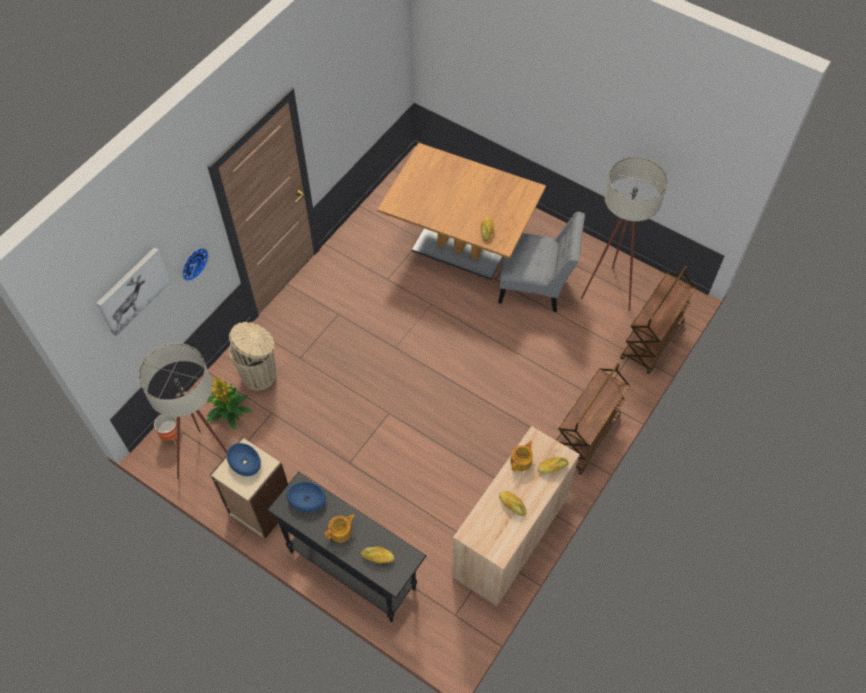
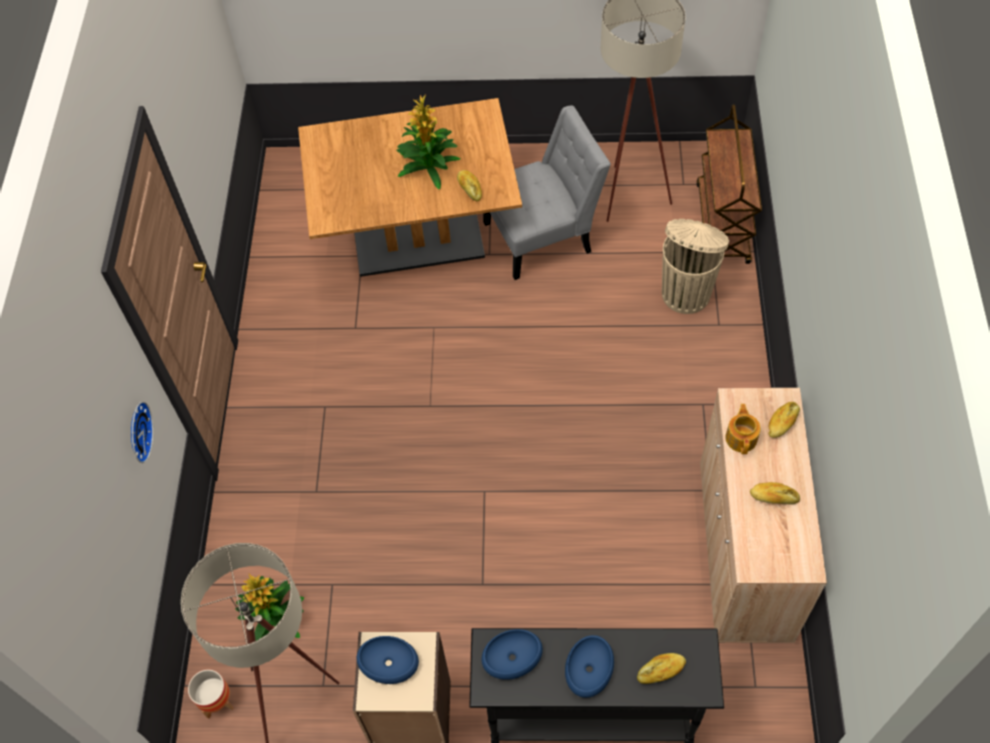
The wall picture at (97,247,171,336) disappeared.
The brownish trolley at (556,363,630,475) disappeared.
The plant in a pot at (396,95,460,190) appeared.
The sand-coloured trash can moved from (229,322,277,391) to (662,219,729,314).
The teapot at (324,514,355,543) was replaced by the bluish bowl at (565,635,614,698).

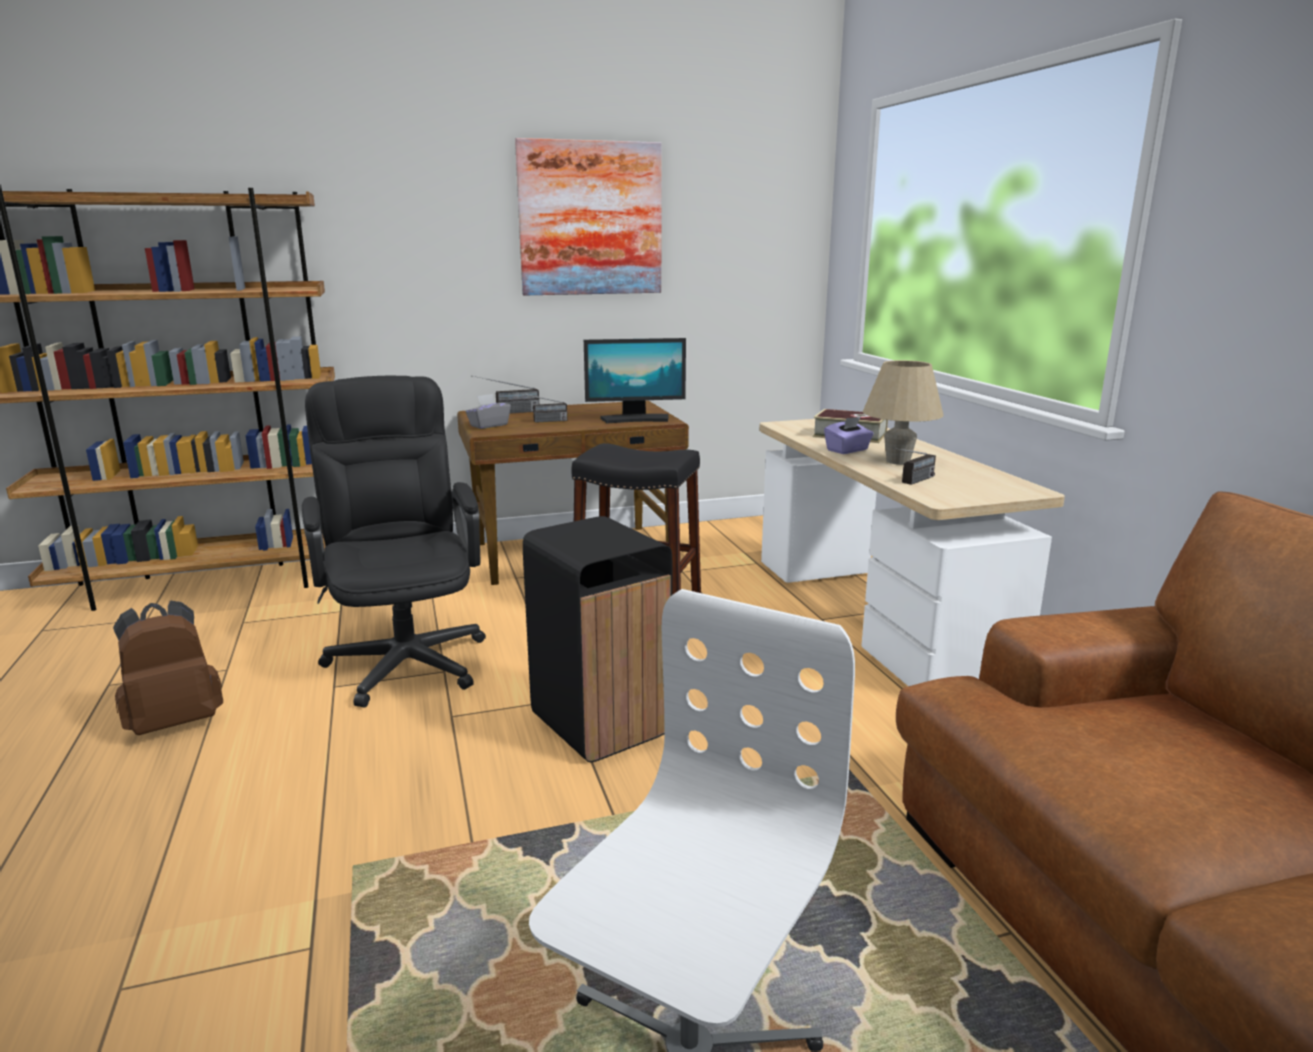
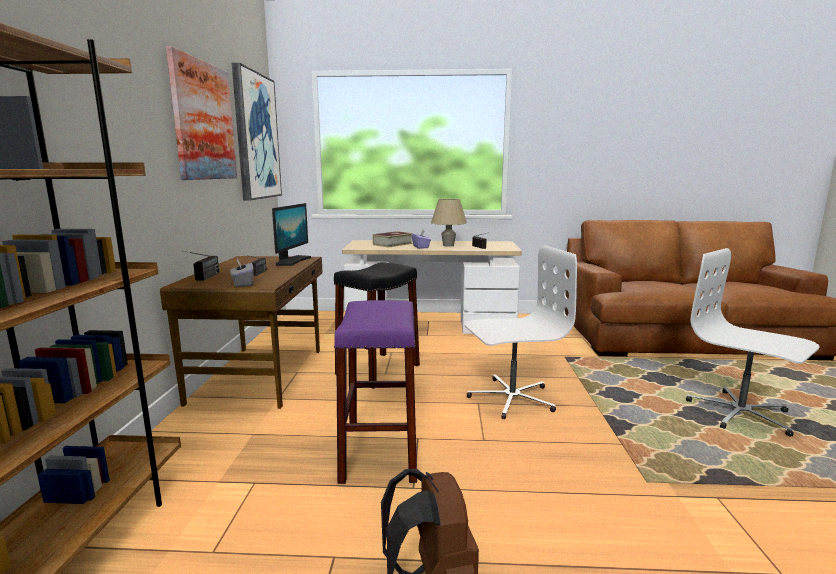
The wall picture at (232,63,282,200) appeared.
The black office chair at (302,376,486,708) was replaced by the purple stool seat at (334,300,417,484).
The black trash can at (523,516,672,762) was replaced by the white office chair at (465,245,577,419).

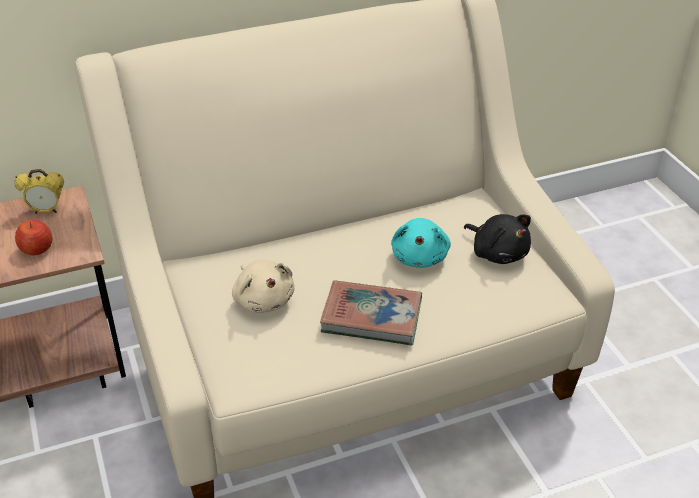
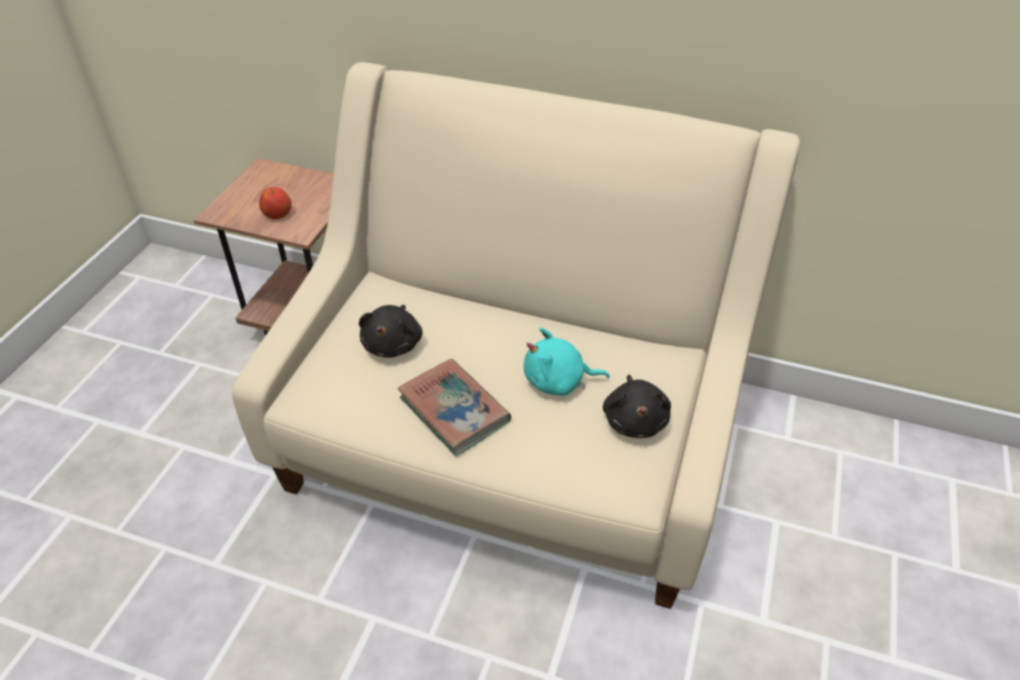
The bedside clock at (14,169,64,214) disappeared.
The sand-coloured soft toy at (232,260,295,313) became the black soft toy at (359,305,423,357).
The turquoise soft toy at (391,218,451,268) turned 45 degrees clockwise.

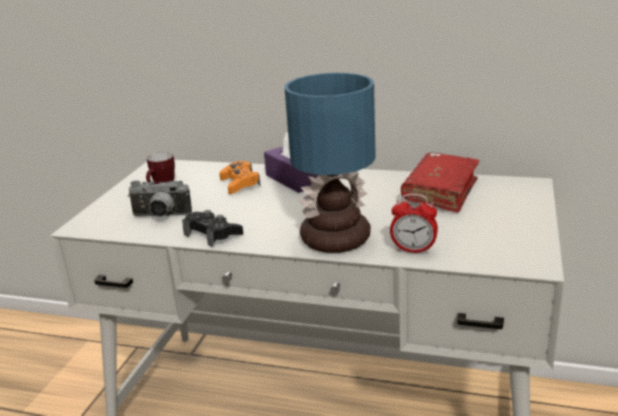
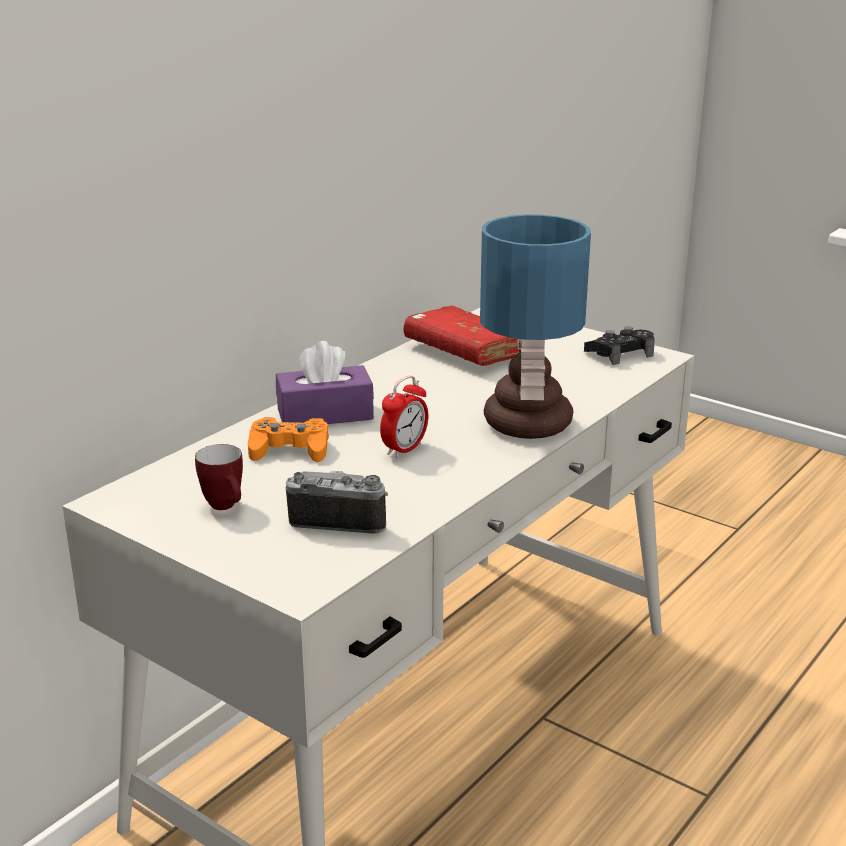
The black joypad moved from (182,210,243,247) to (584,326,655,365).
The bedside clock moved from (390,194,438,254) to (380,376,428,458).
The photo camera at (128,181,192,217) turned 105 degrees counterclockwise.

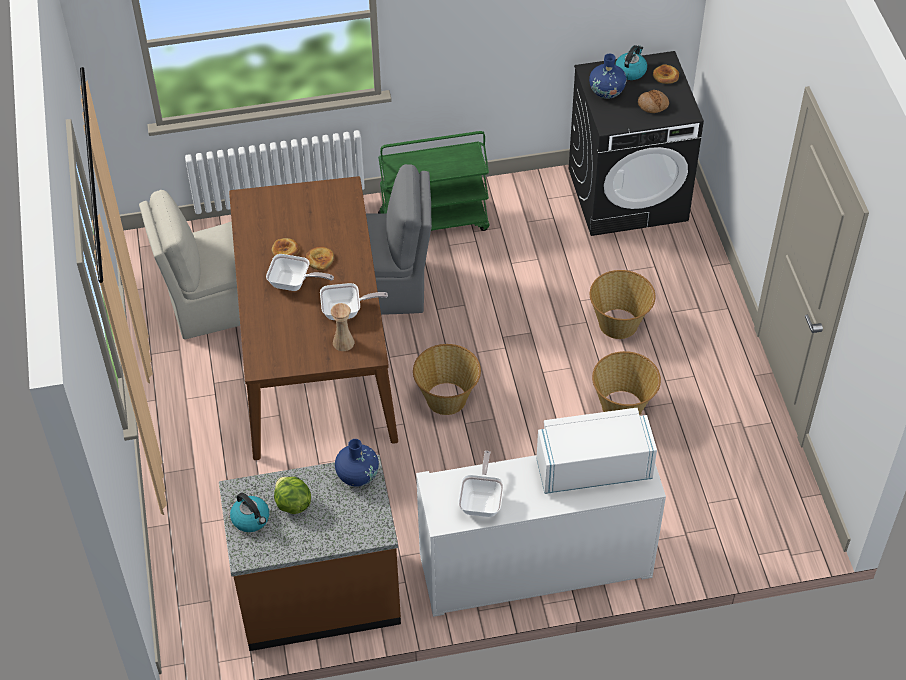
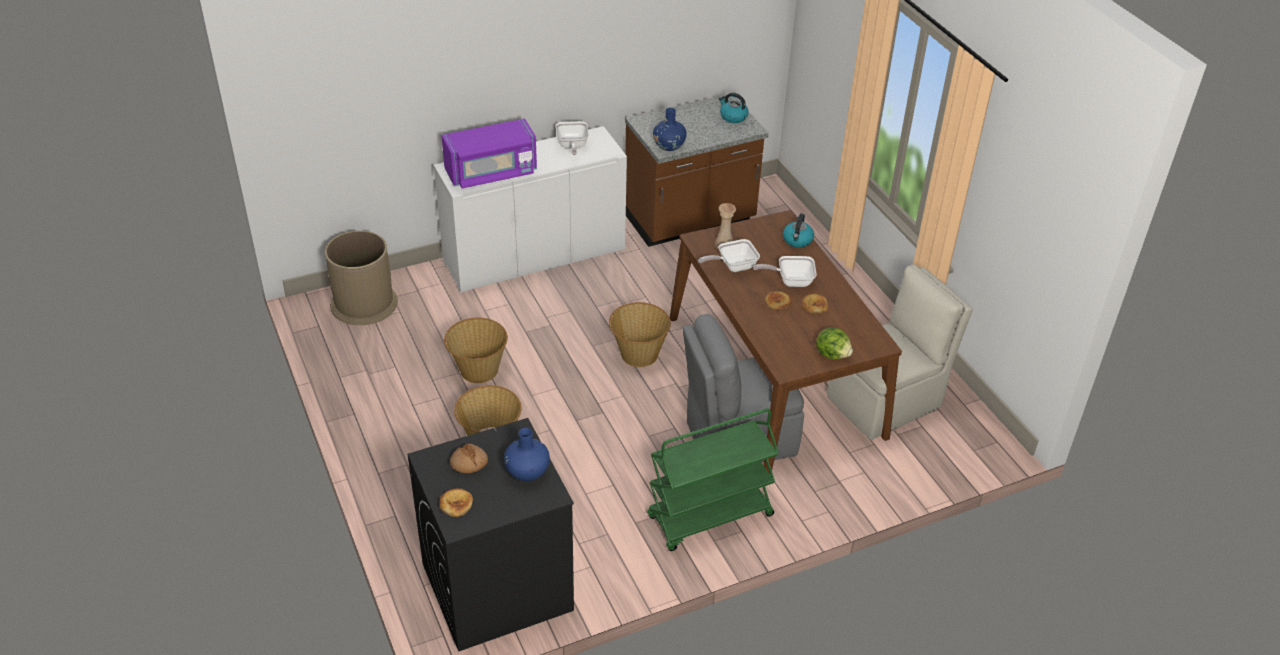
The brownish trash can at (325,230,398,325) appeared.
The lettuce moved from (274,477,311,514) to (816,328,853,359).
The tea kettle moved from (615,45,647,80) to (783,213,814,248).
The white microwave oven at (536,408,657,494) became the purple microwave oven at (441,118,537,188).

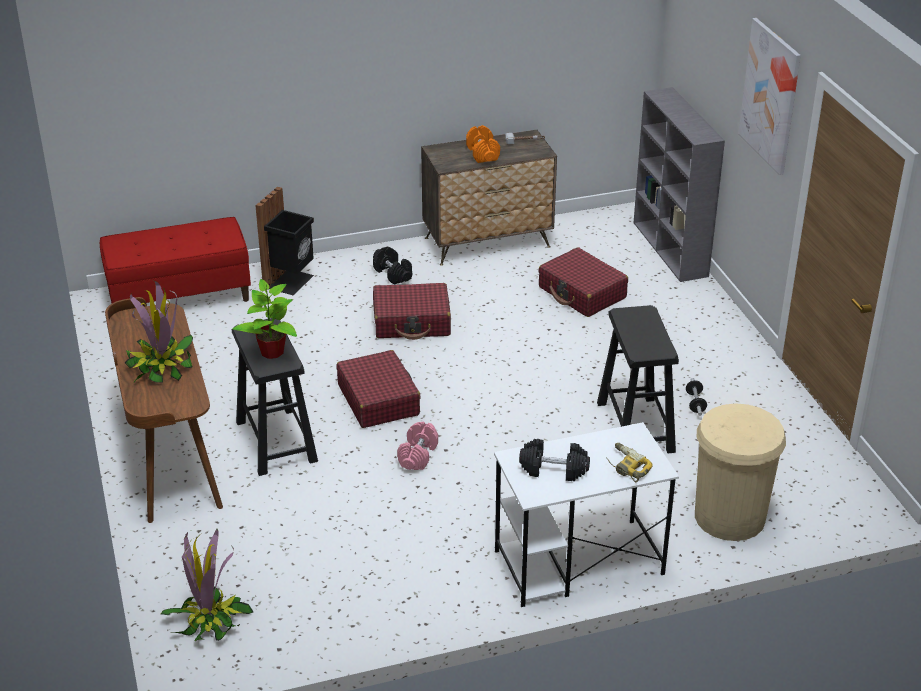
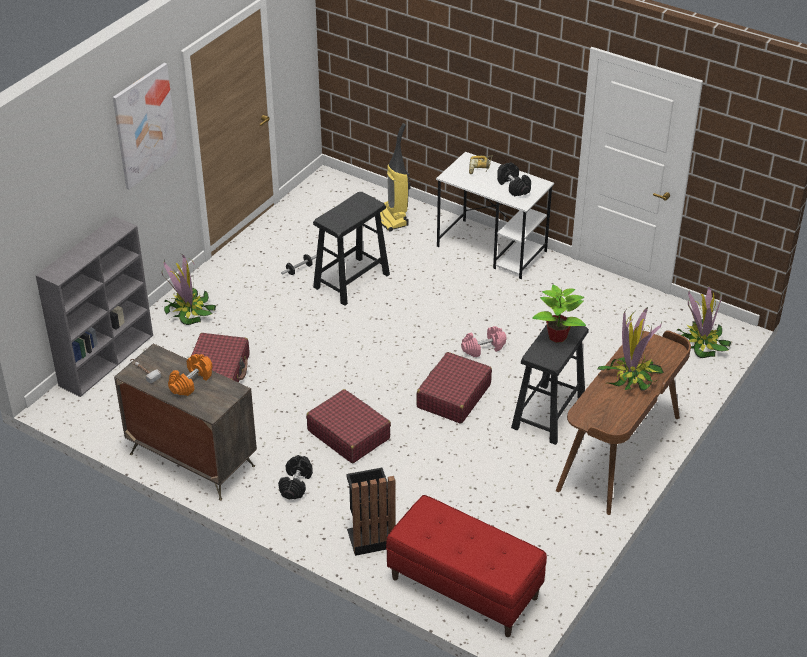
The plant in a pot at (161,253,216,325) appeared.
The sand-coloured trash can at (695,403,786,541) was replaced by the hoover at (380,123,410,231).

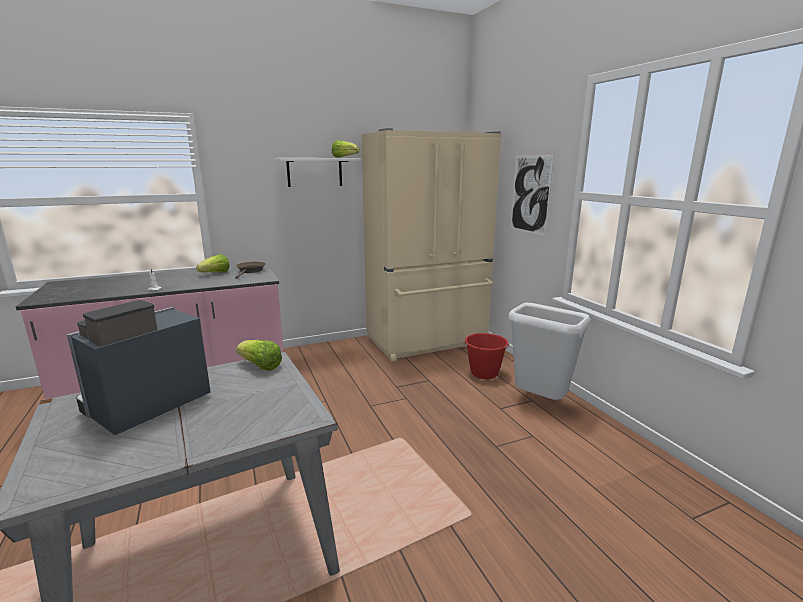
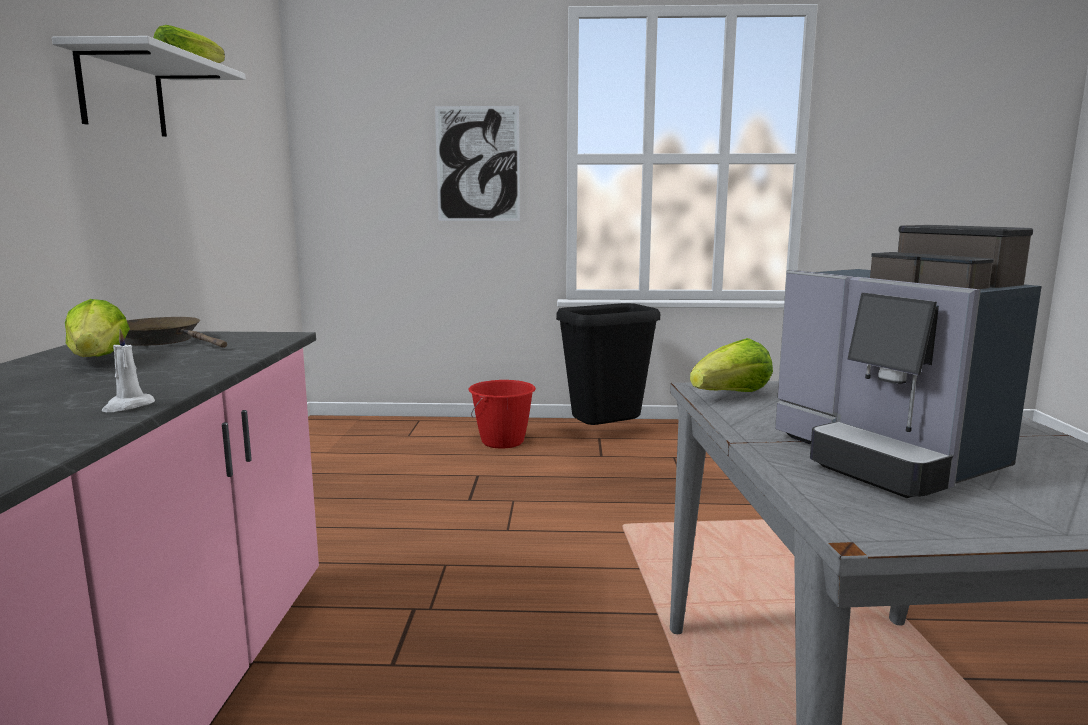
The sand-coloured kitchen fridge at (362,128,501,362) disappeared.
The white trash can at (508,303,591,400) became the black trash can at (556,303,660,425).

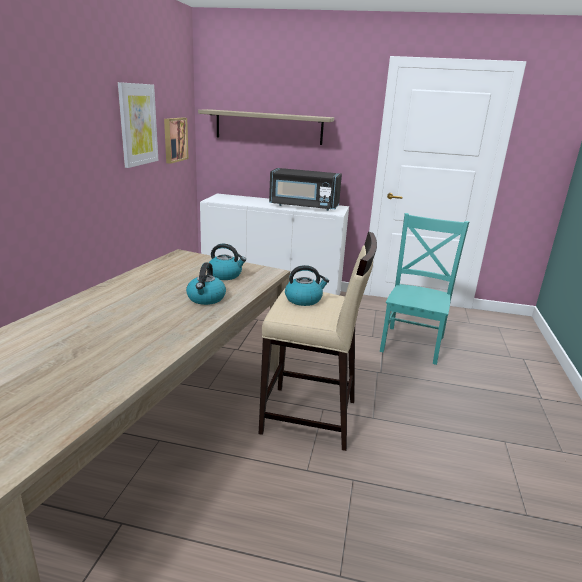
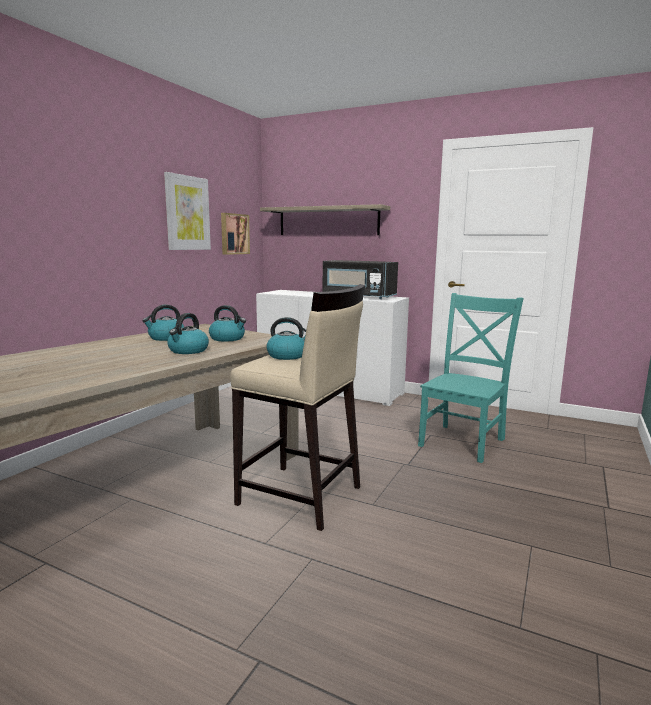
The tea kettle at (142,305,184,341) appeared.

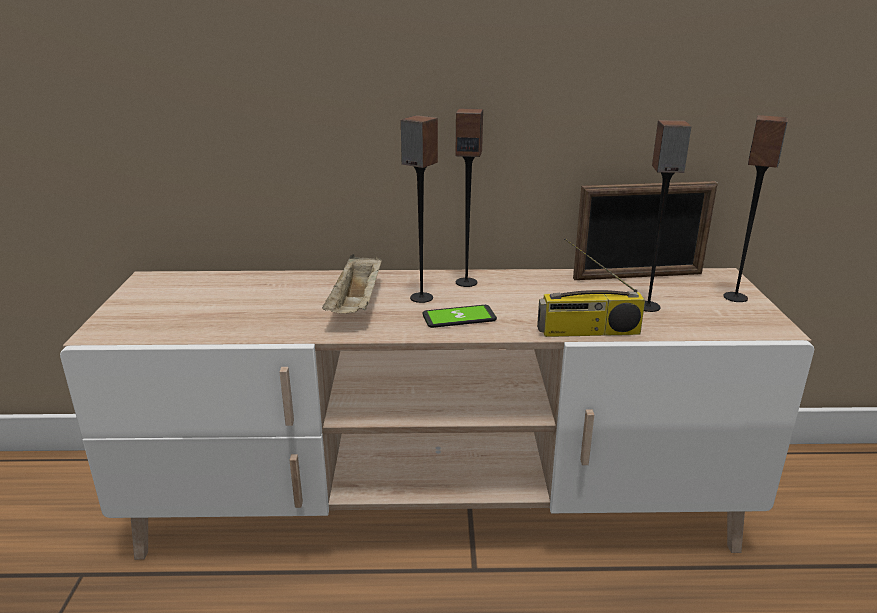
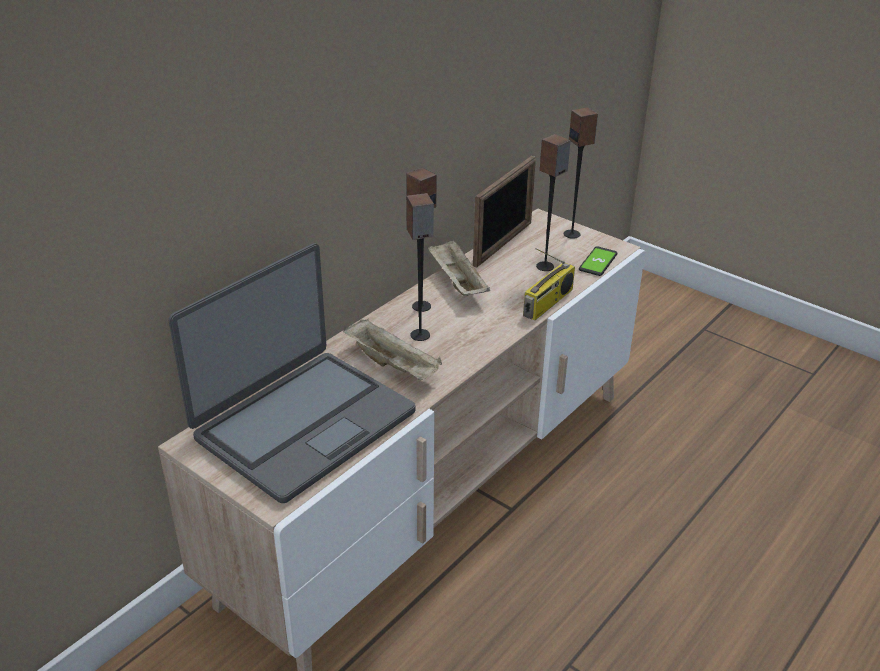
The laptop at (169,243,415,503) appeared.
The sand-coloured carrying tray at (427,240,490,296) appeared.
The phone moved from (422,305,497,328) to (579,246,618,276).

